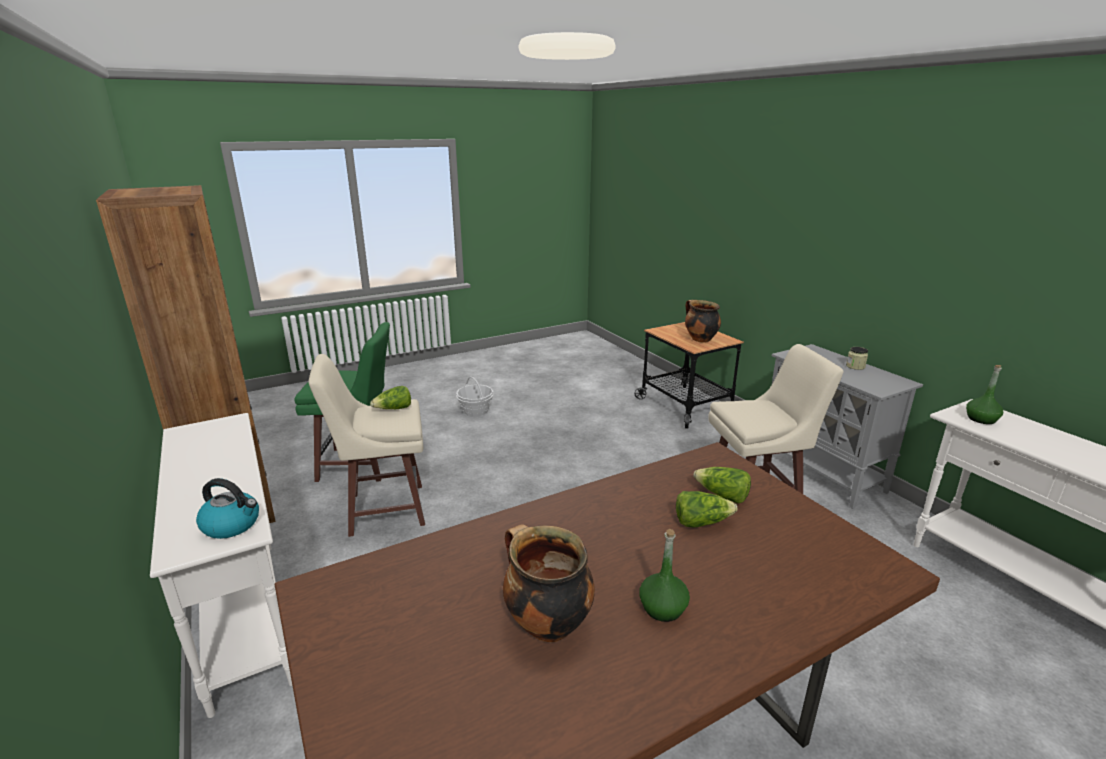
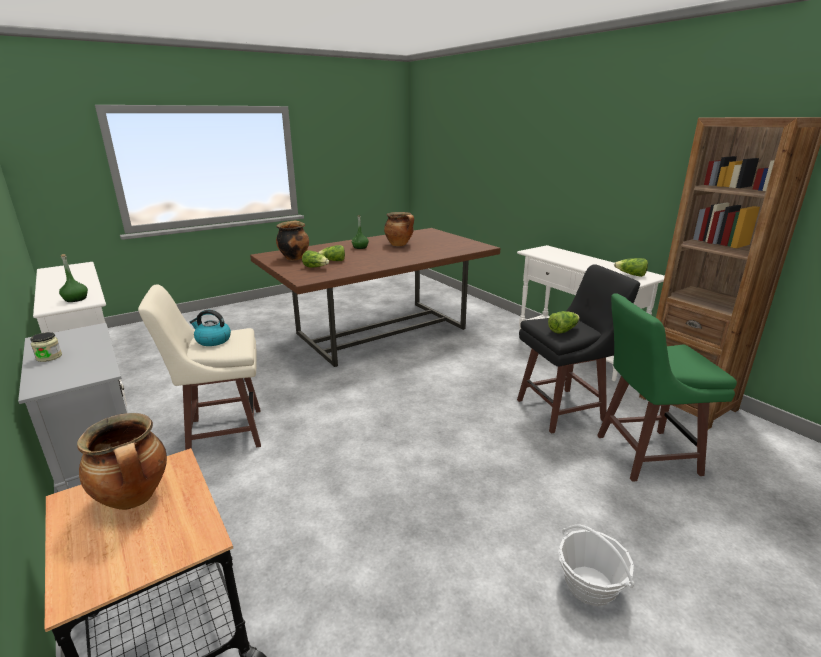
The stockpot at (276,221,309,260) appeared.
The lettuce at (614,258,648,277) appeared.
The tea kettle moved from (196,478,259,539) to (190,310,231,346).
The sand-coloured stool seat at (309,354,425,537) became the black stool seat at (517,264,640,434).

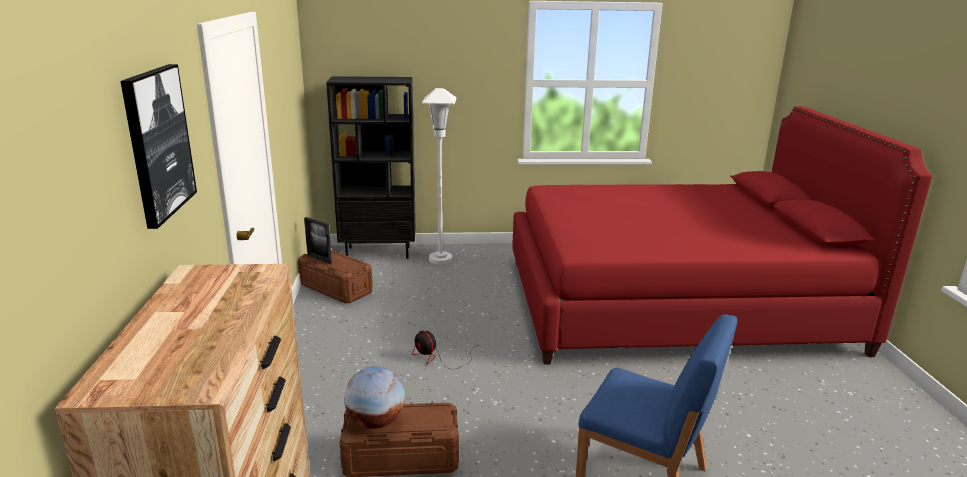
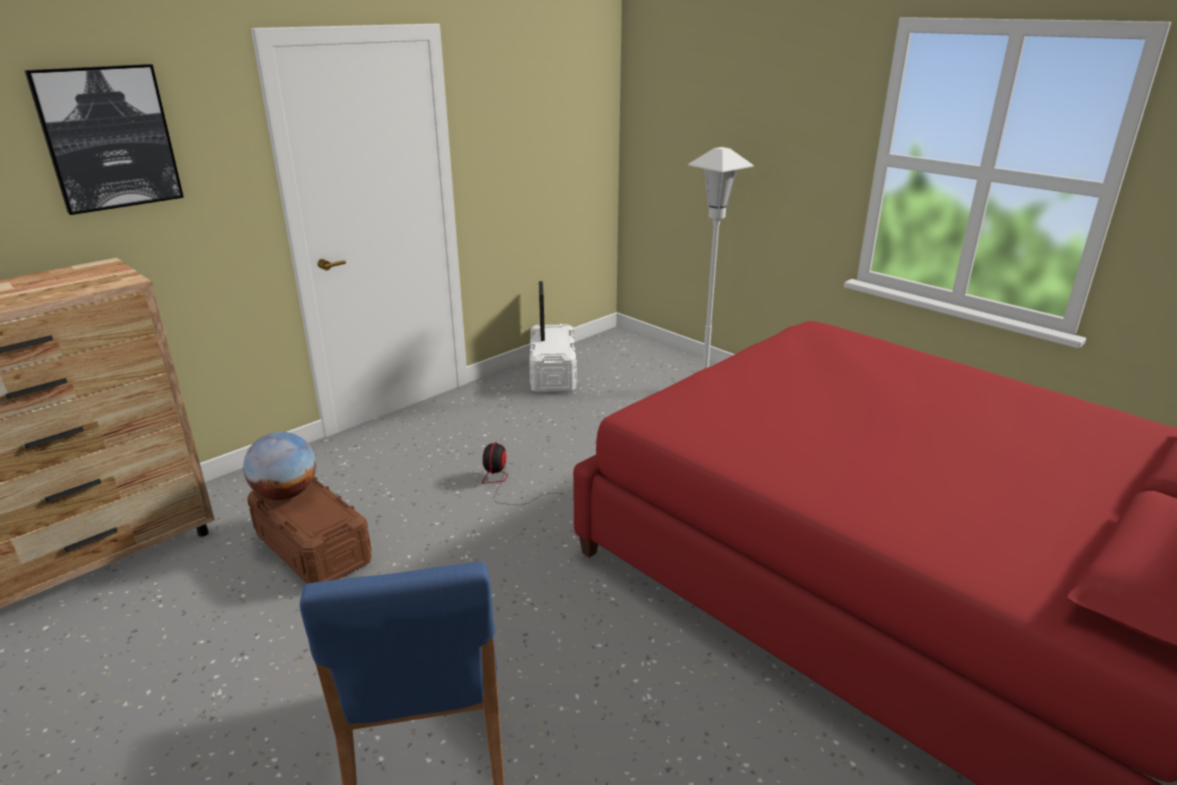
The black bookshelf at (326,76,416,259) disappeared.
The brownish storage container at (298,250,373,303) became the white storage container at (529,323,577,393).

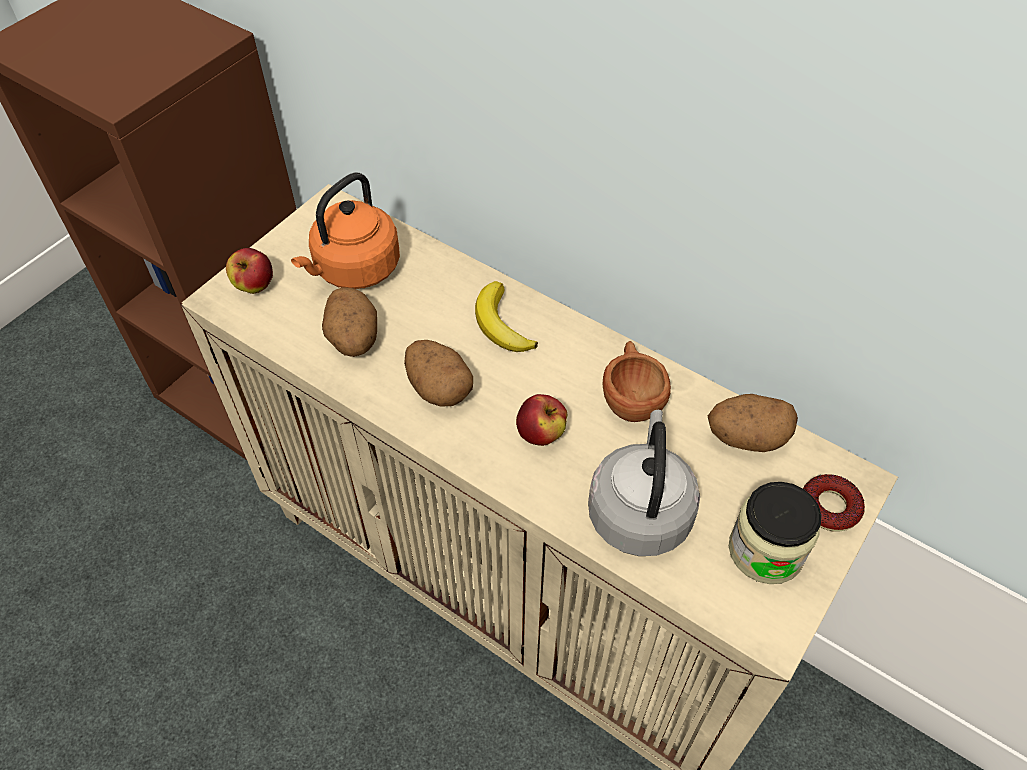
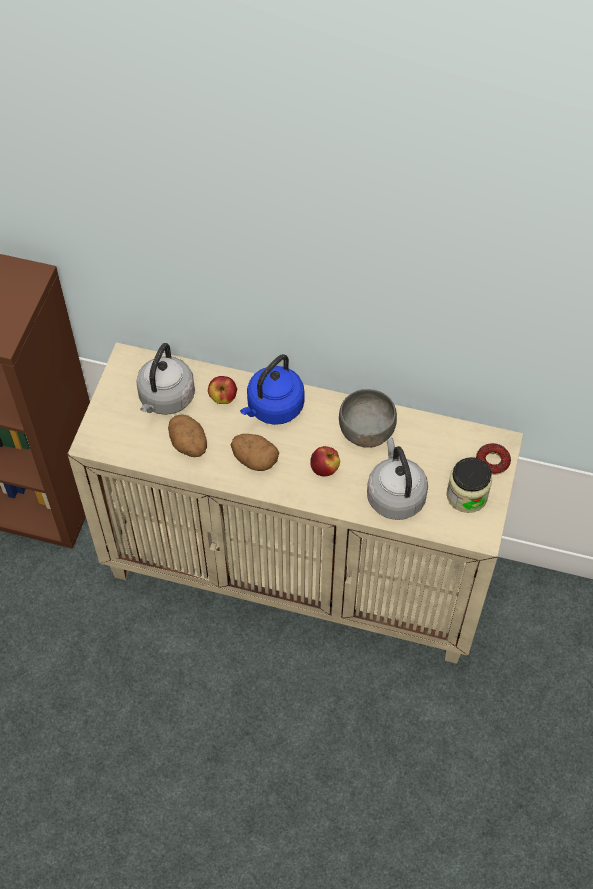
The whole potato at (708,394,798,452) disappeared.
The apple moved from (226,248,273,294) to (208,376,237,404).
The banana fruit at (475,281,538,352) was replaced by the bluish tea kettle at (240,354,305,425).
The brownish cup at (603,341,671,422) was replaced by the grey bowl at (339,389,397,448).
The orange-coloured tea kettle at (291,173,400,289) became the grey tea kettle at (136,343,195,415).

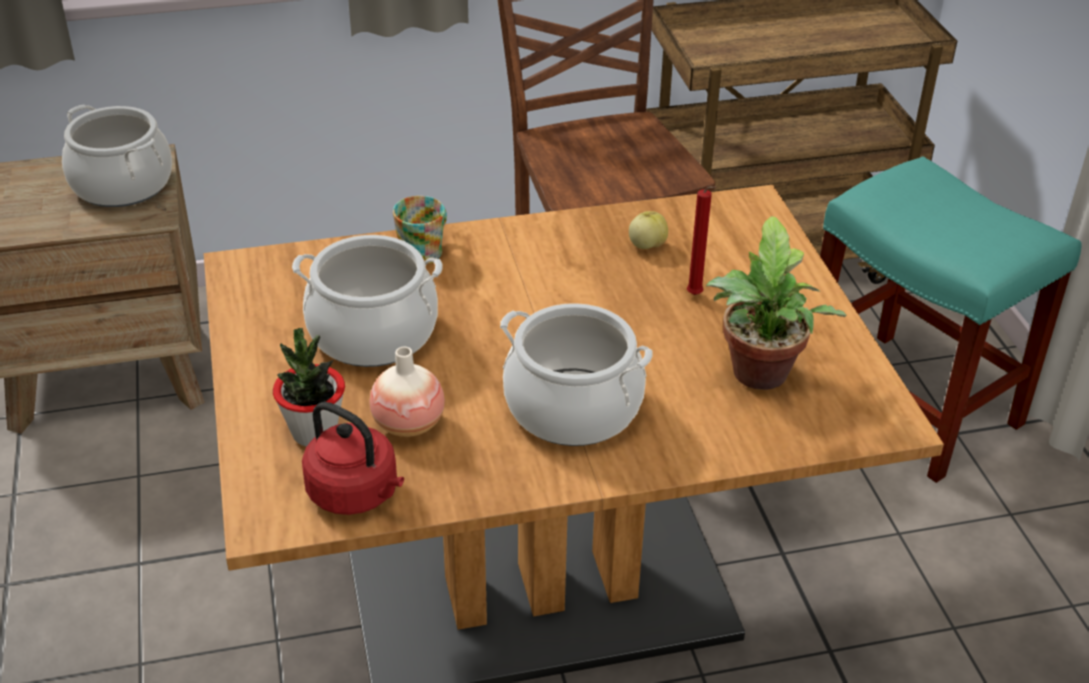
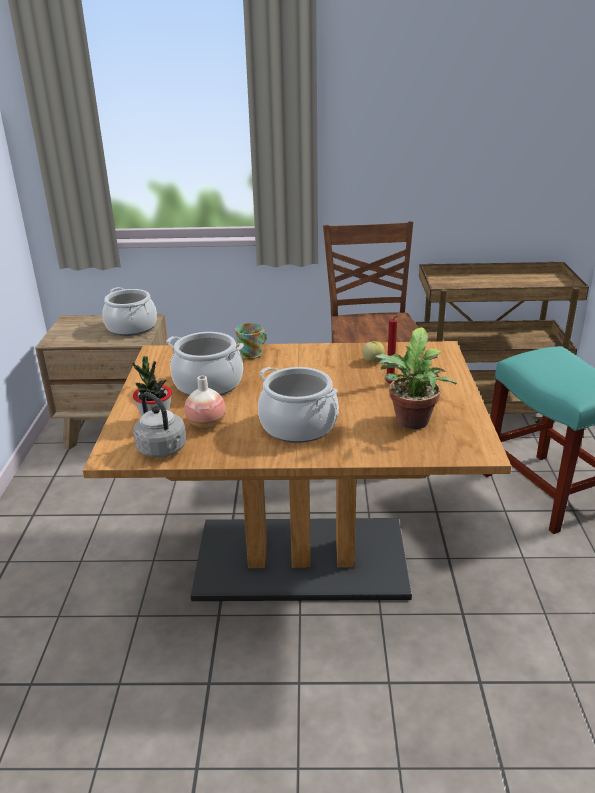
The reddish tea kettle at (302,402,404,515) became the grey tea kettle at (133,392,186,458).

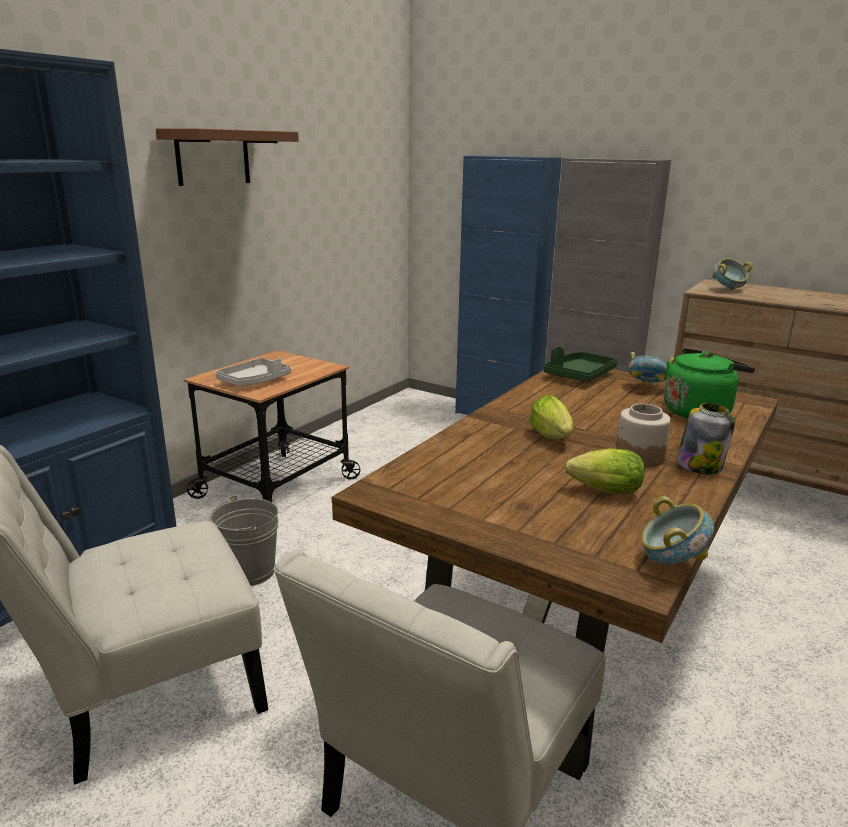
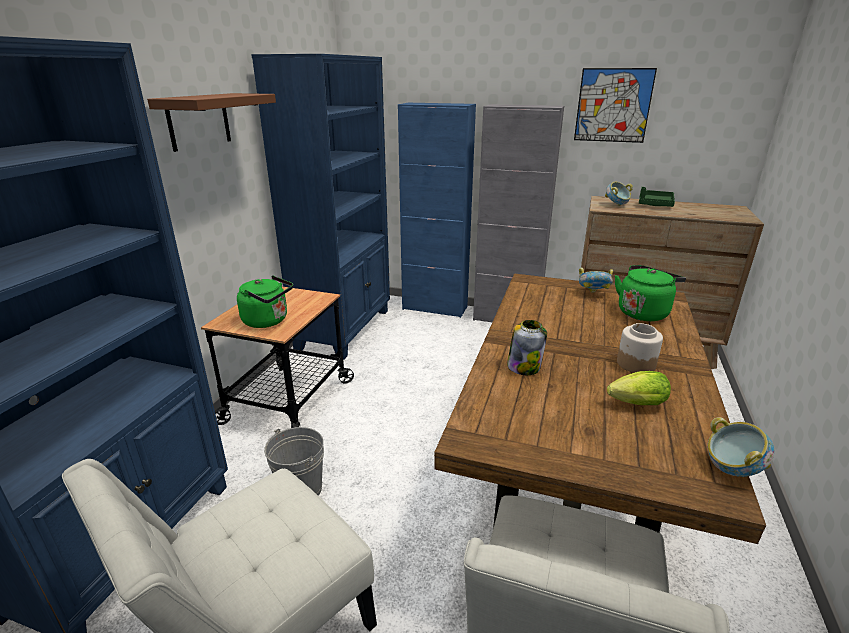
The lettuce at (529,395,573,439) disappeared.
The bluish bookshelf at (251,54,390,360) appeared.
The wall picture at (574,68,657,143) appeared.
The green-coloured carrying tray moved from (544,347,617,382) to (639,187,675,207).
The preserve jar moved from (677,403,735,474) to (507,320,547,375).
The grey carrying tray at (215,358,291,386) was replaced by the green-coloured tea kettle at (237,275,293,328).

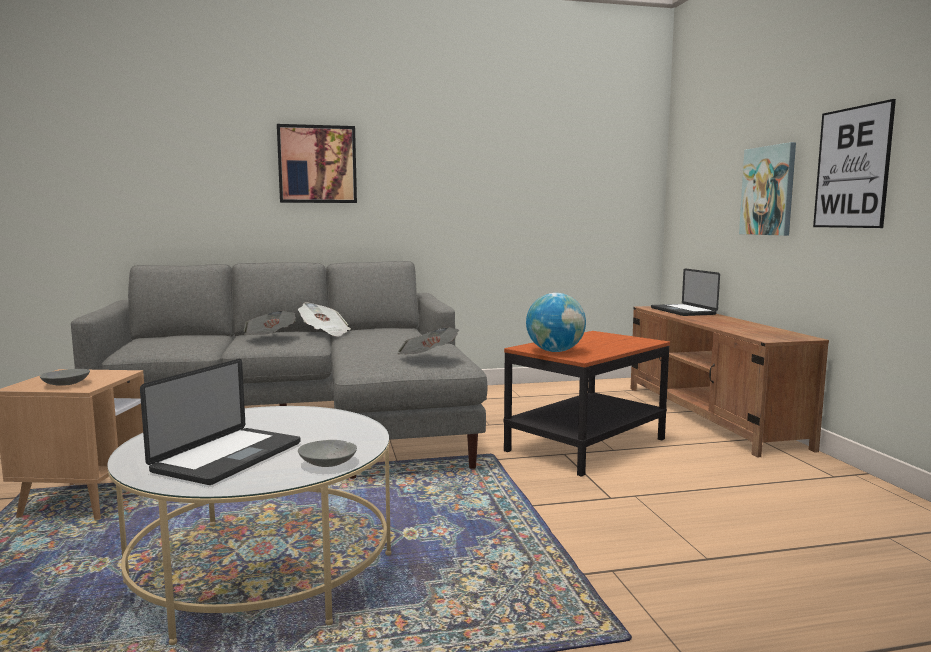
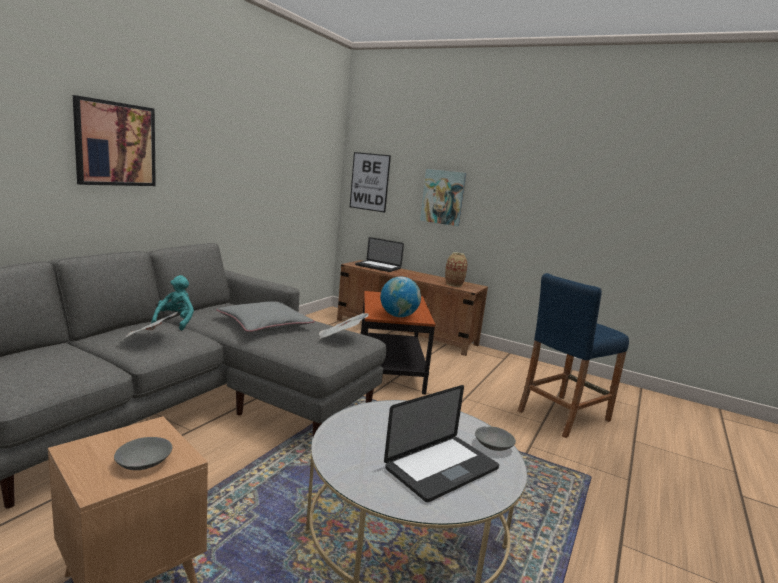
The grey cushion at (216,301,315,332) appeared.
The decorative vase at (445,252,467,287) appeared.
The bluish stool seat at (518,273,629,438) appeared.
The wall picture moved from (813,99,896,228) to (350,152,391,213).
The printed paper at (298,302,351,337) was replaced by the turquoise soft toy at (151,275,194,330).
The laptop at (140,359,300,485) turned 75 degrees clockwise.

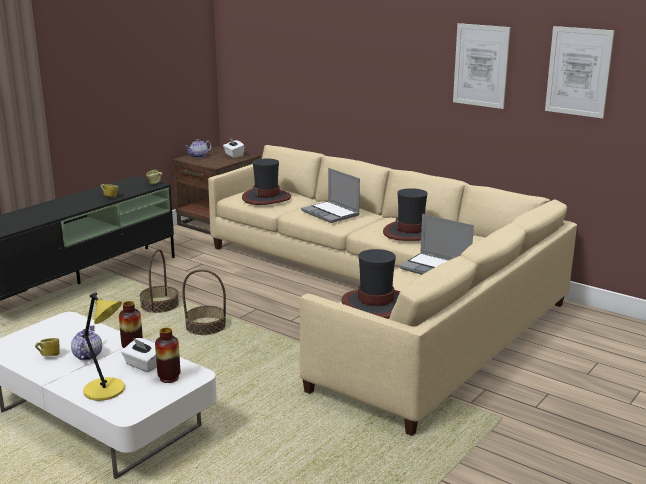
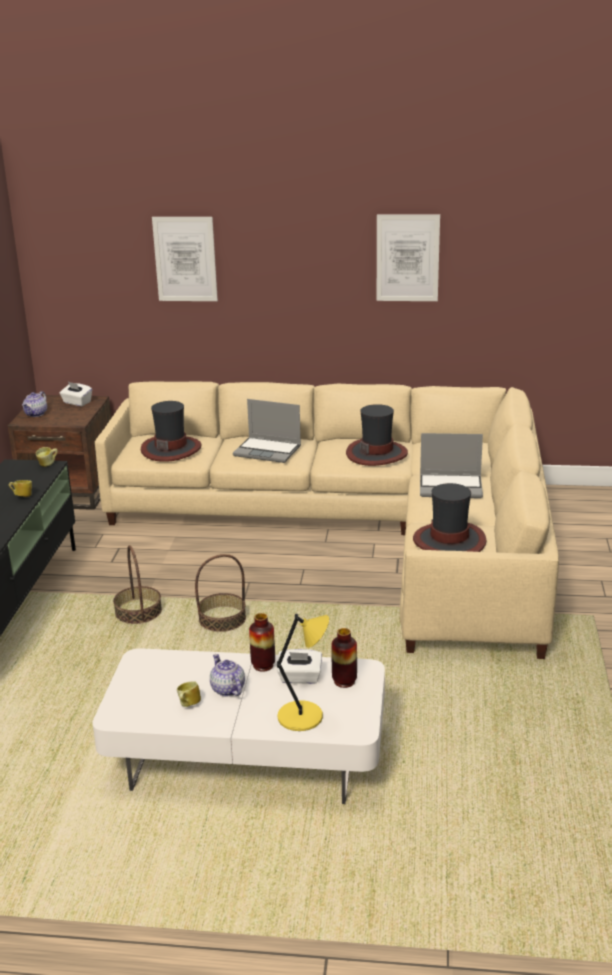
The wall picture moved from (545,26,615,118) to (152,217,218,301).

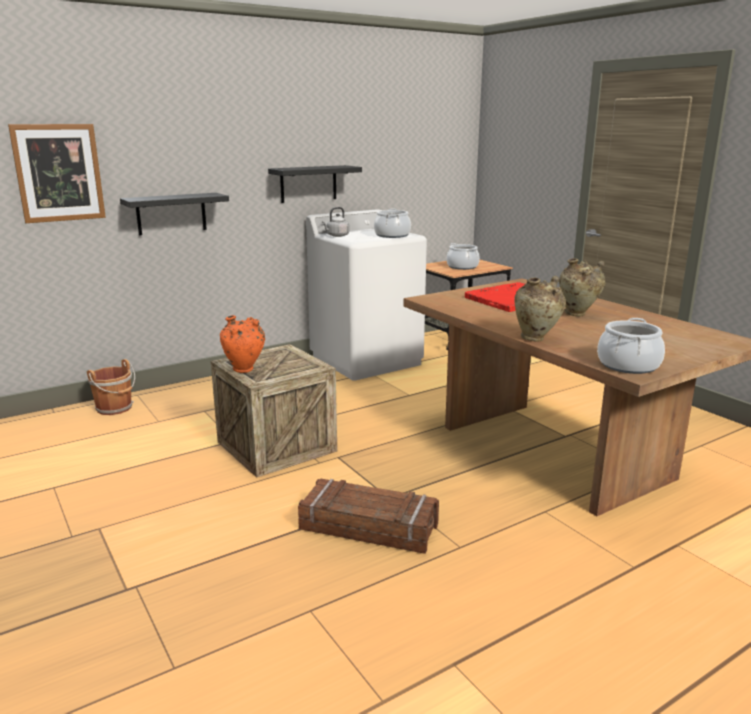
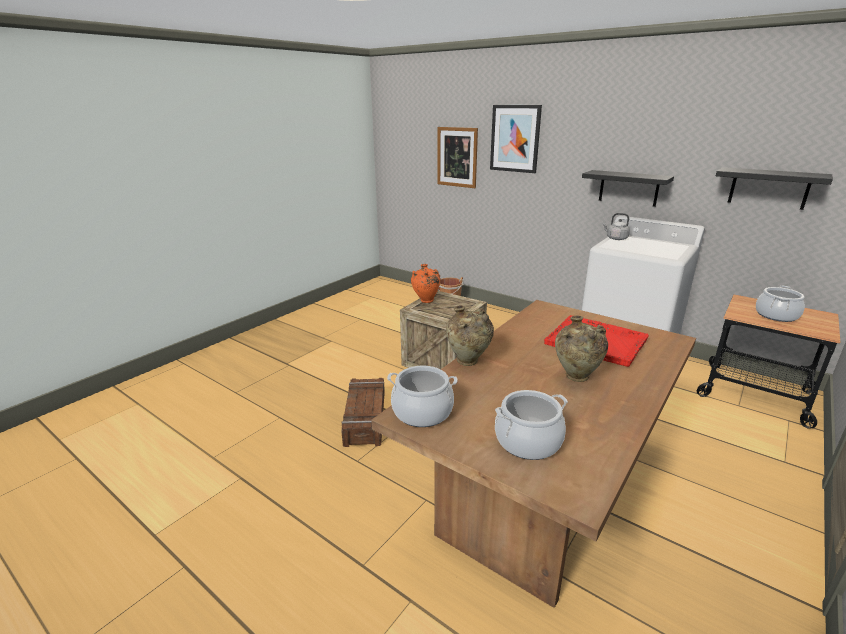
The wall picture at (490,105,542,173) appeared.
The black bracket shelf moved from (120,193,229,236) to (716,167,833,210).
The stockpot moved from (374,209,411,238) to (495,390,568,460).

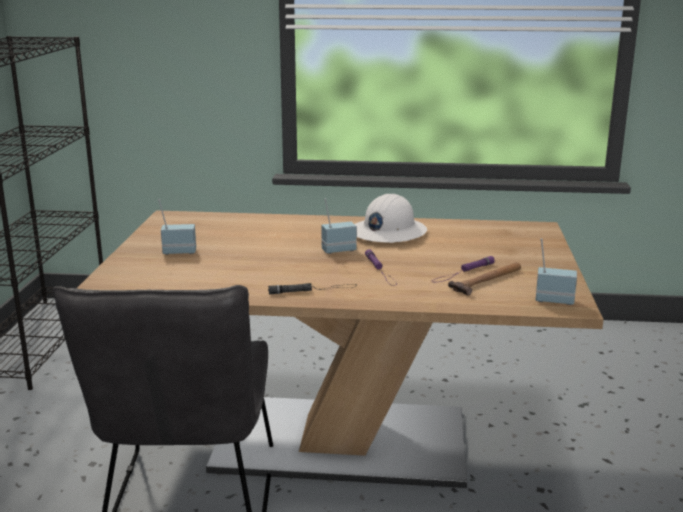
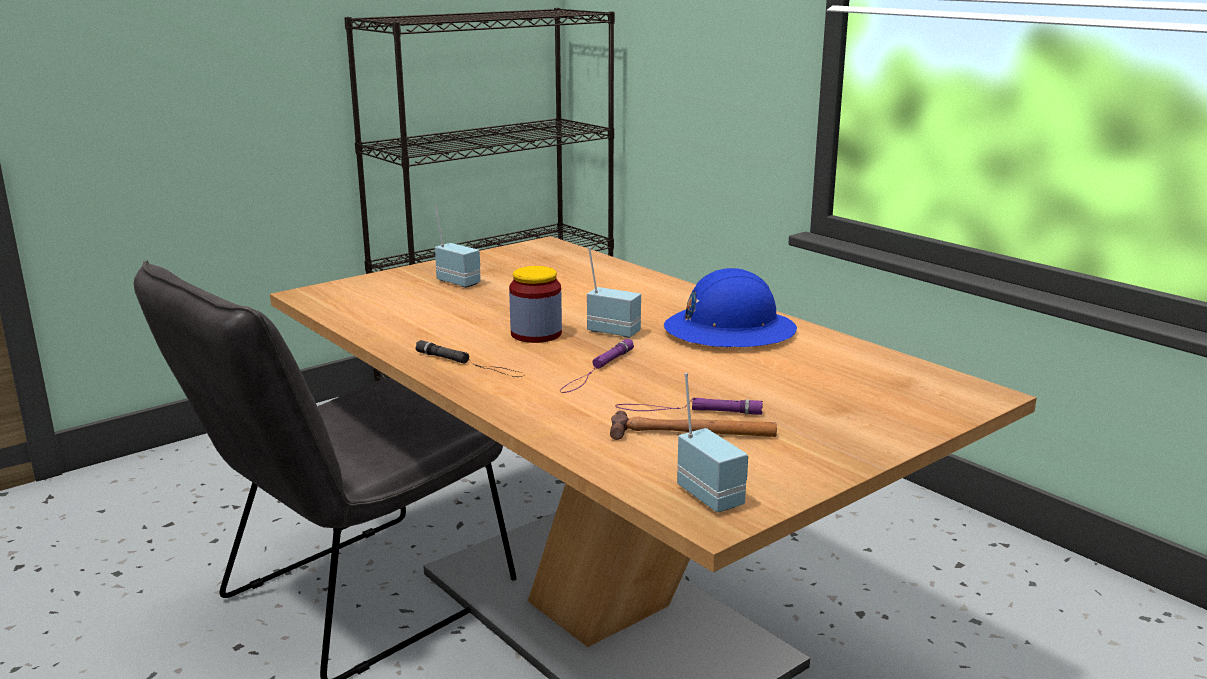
The preserve jar at (509,266,562,343) appeared.
The white hard hat at (355,194,427,243) became the bluish hard hat at (664,268,797,347).

